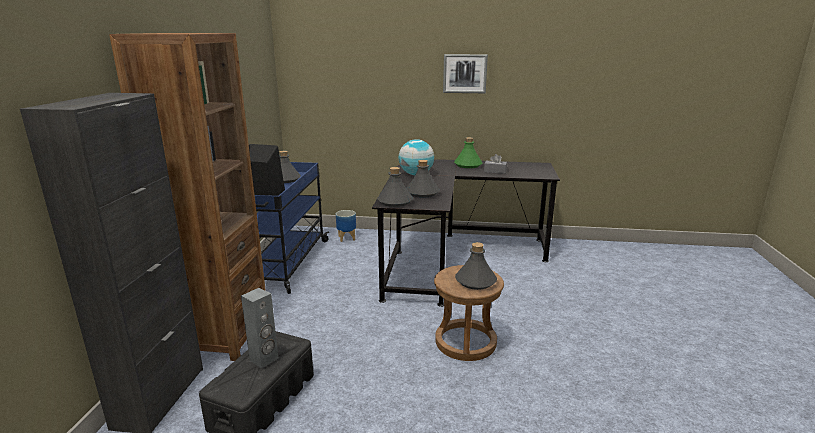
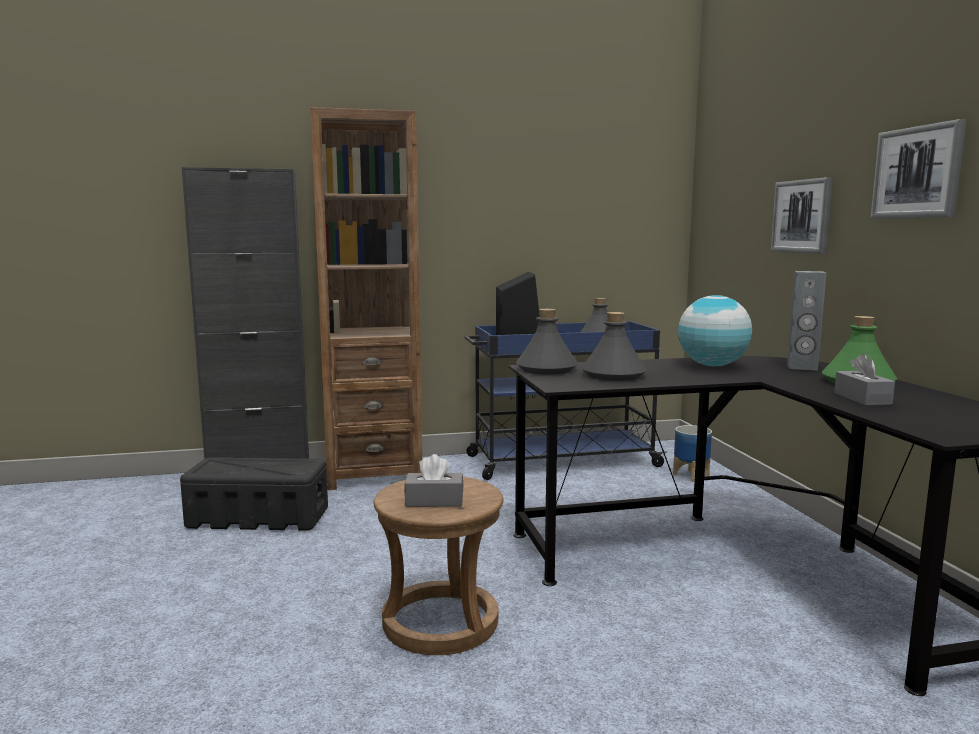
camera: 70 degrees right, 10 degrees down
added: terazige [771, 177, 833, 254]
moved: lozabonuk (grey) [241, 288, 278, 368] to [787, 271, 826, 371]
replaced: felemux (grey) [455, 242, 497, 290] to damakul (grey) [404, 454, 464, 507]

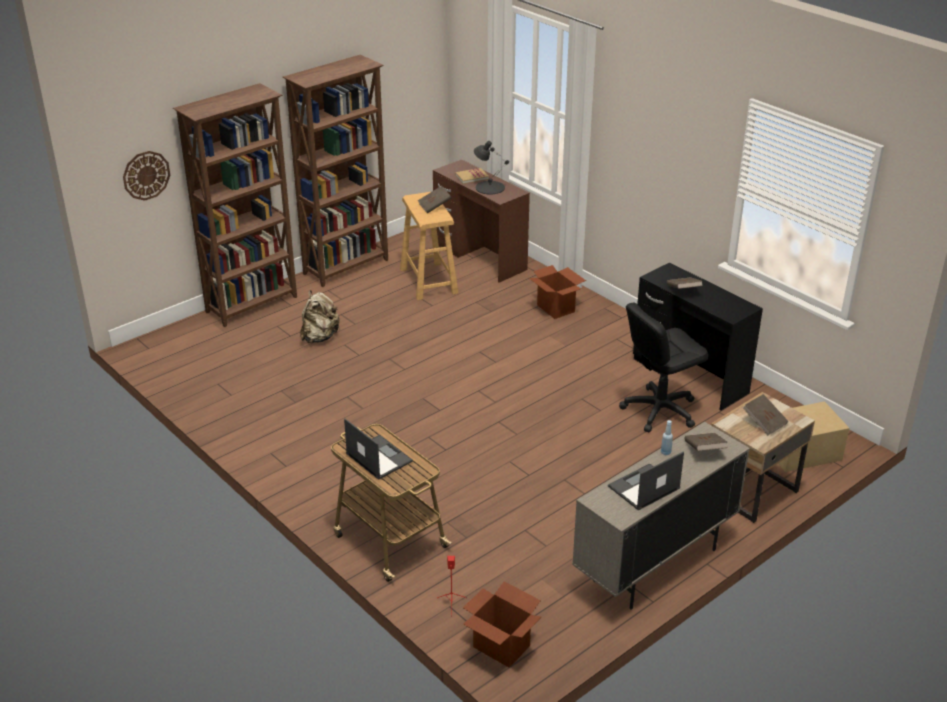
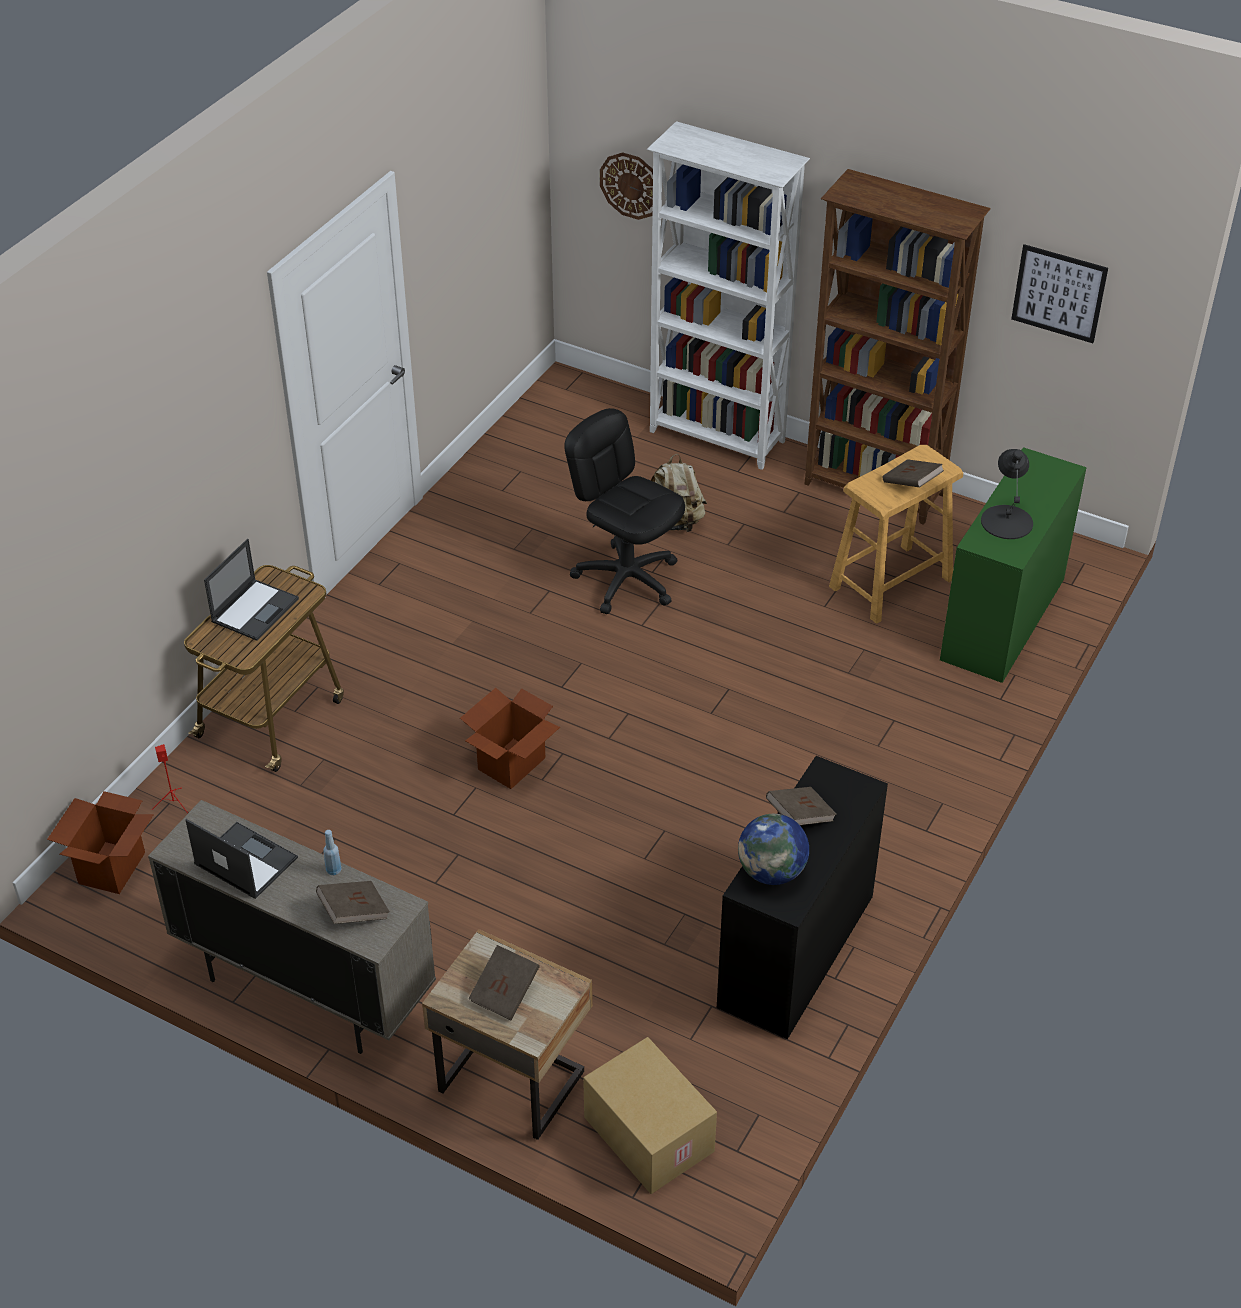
camera: 70 degrees right, 10 degrees up
removed: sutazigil [455, 168, 489, 184]
added: terazige [1011, 244, 1108, 343]; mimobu [738, 814, 809, 885]
moved: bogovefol [529, 265, 586, 319] to [460, 688, 560, 789]; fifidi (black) [619, 302, 708, 432] to [564, 408, 685, 614]
recoloured: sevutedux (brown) [173, 83, 297, 327] to sevutedux (white) [647, 121, 810, 470]; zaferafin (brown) [433, 160, 530, 283] to zaferafin (green) [940, 447, 1087, 683]

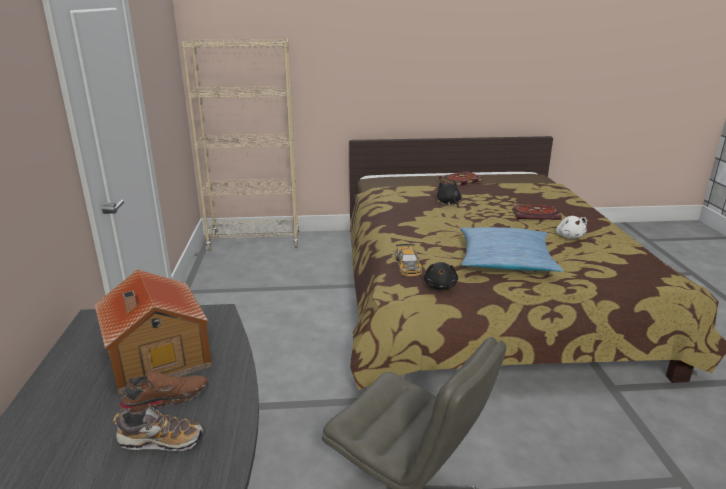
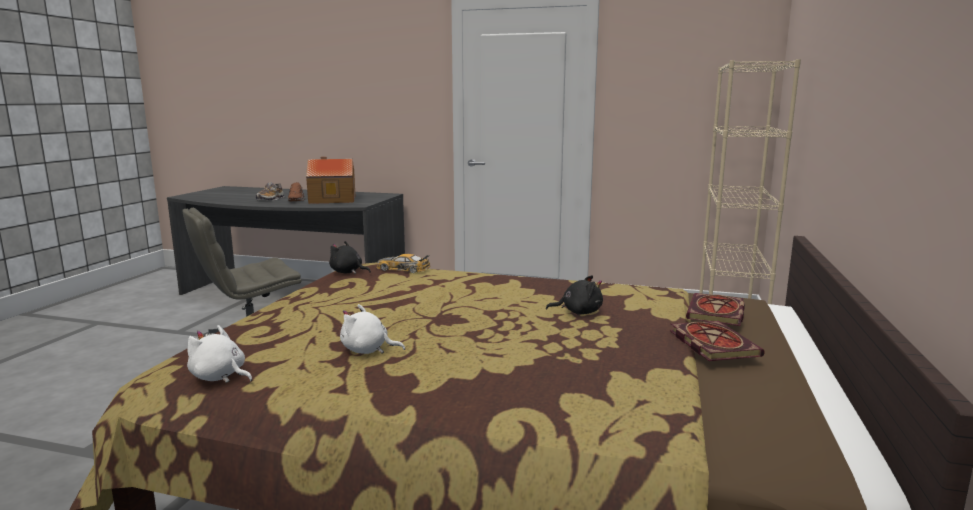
camera: 110 degrees right, 10 degrees down
removed: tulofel [460, 227, 564, 272]
added: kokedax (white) [187, 325, 252, 383]
moved: sutazigil [512, 204, 562, 220] to [686, 293, 745, 326]

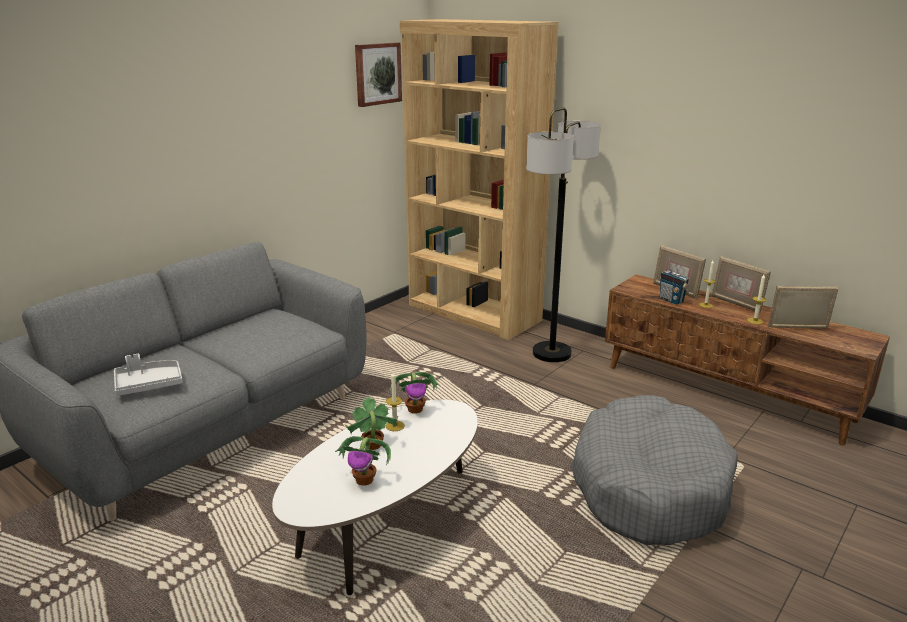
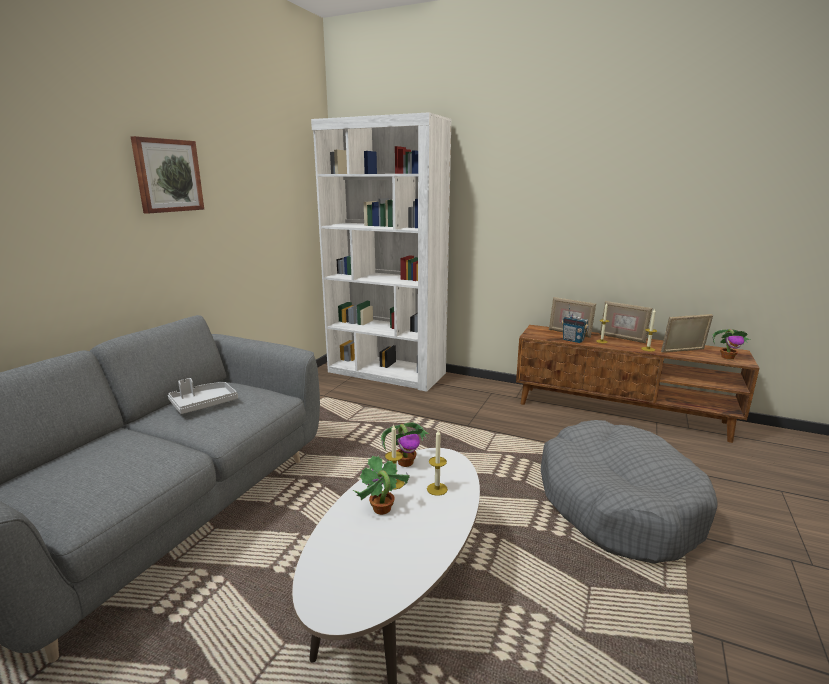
camera: 15 degrees left, 5 degrees down
removed: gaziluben [526, 107, 601, 362]
added: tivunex [427, 430, 448, 496]
moved: terazige [355, 42, 402, 107] to [131, 136, 204, 214]; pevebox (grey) [114, 354, 182, 396] to [168, 378, 238, 414]; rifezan [335, 436, 391, 486] to [712, 329, 751, 360]
recoloured: sevutedux (brown) [400, 19, 559, 340] to sevutedux (white) [311, 112, 452, 392]

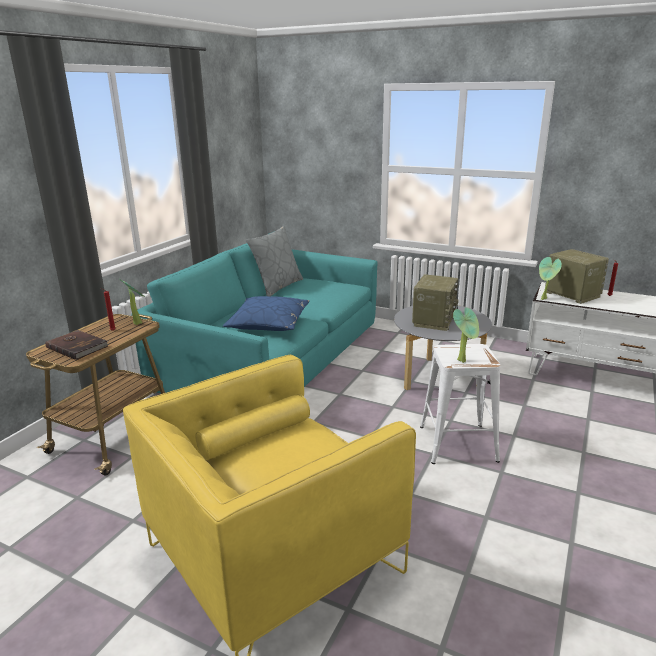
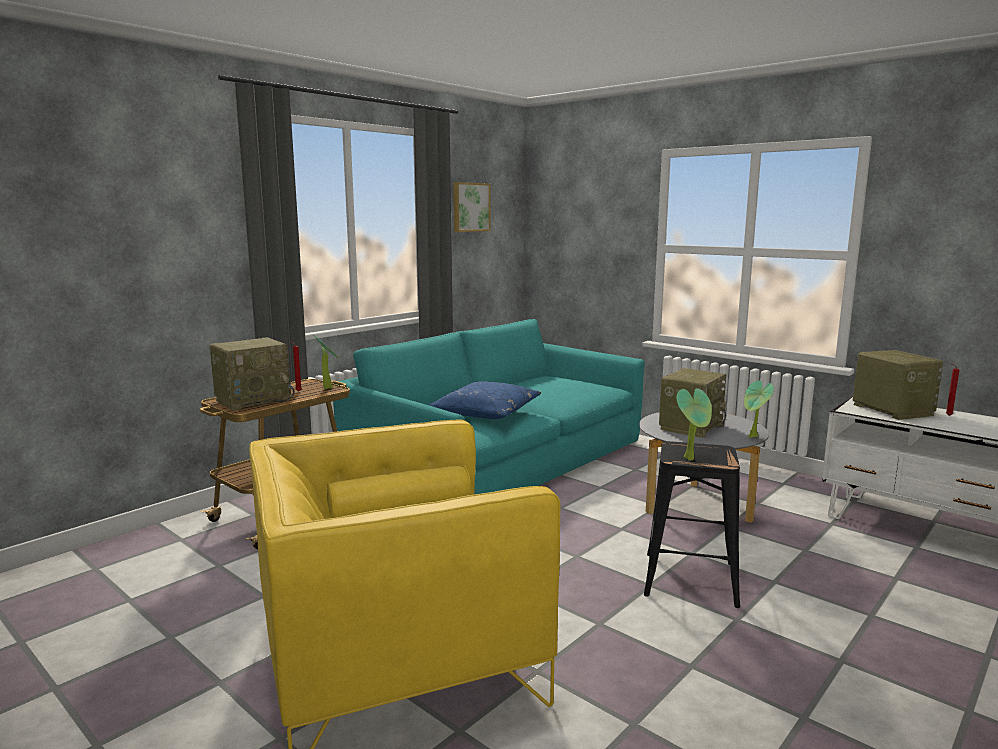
camera: 15 degrees right, 10 degrees down
removed: tulofel (grey) [246, 226, 303, 296]
added: terazige [453, 182, 491, 232]
moved: rifezan [539, 257, 562, 300] to [744, 381, 774, 438]
replaced: sutazigil (brown) [45, 330, 108, 360] to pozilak [209, 337, 295, 411]
recoloured: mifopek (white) [420, 344, 501, 464] to mifopek (black) [644, 441, 740, 608]

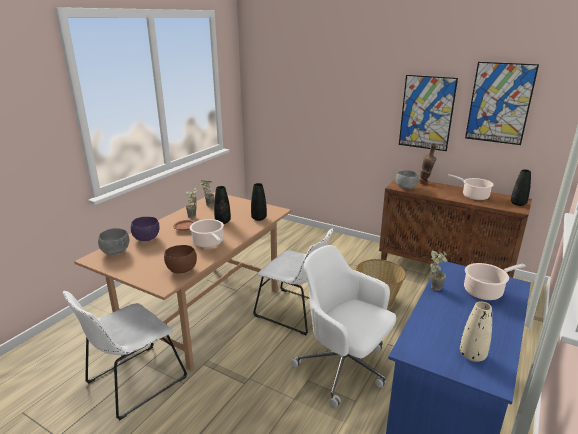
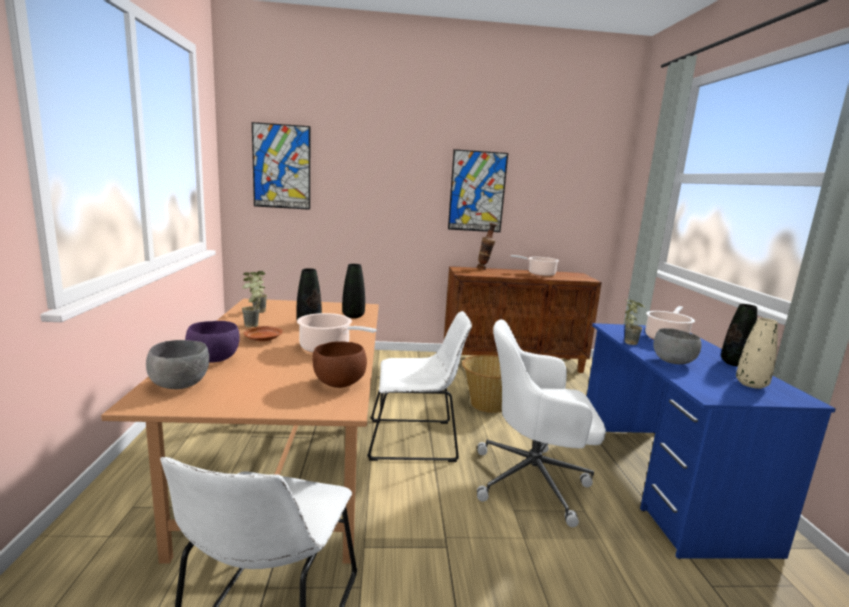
camera: 35 degrees left, 10 degrees down
moved: terazige [465, 62, 539, 145] to [252, 122, 310, 210]; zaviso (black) [511, 169, 531, 206] to [721, 304, 757, 367]; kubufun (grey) [396, 170, 419, 189] to [653, 328, 701, 364]

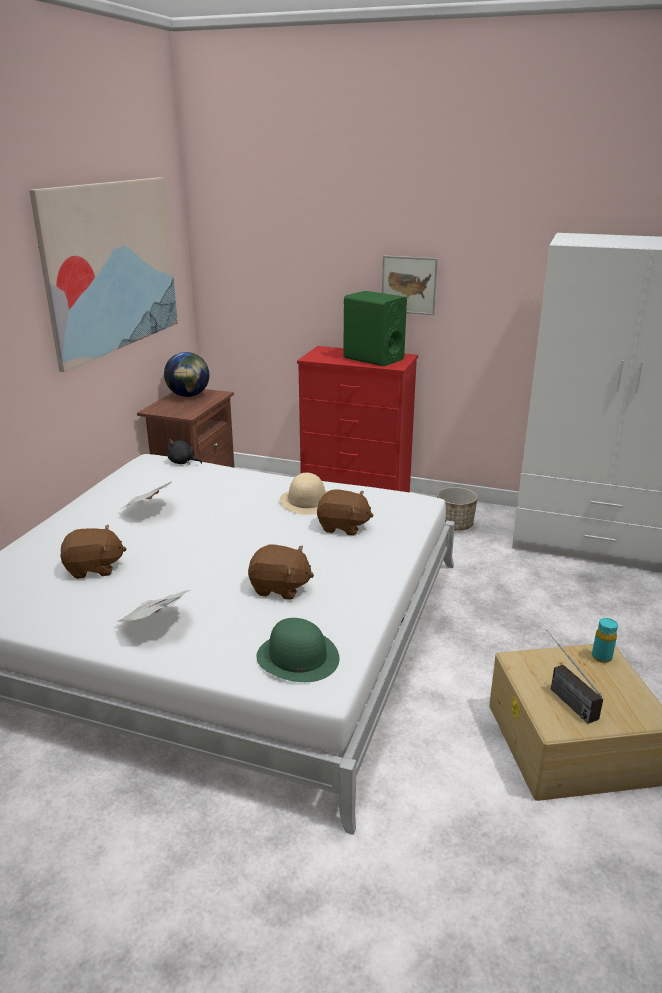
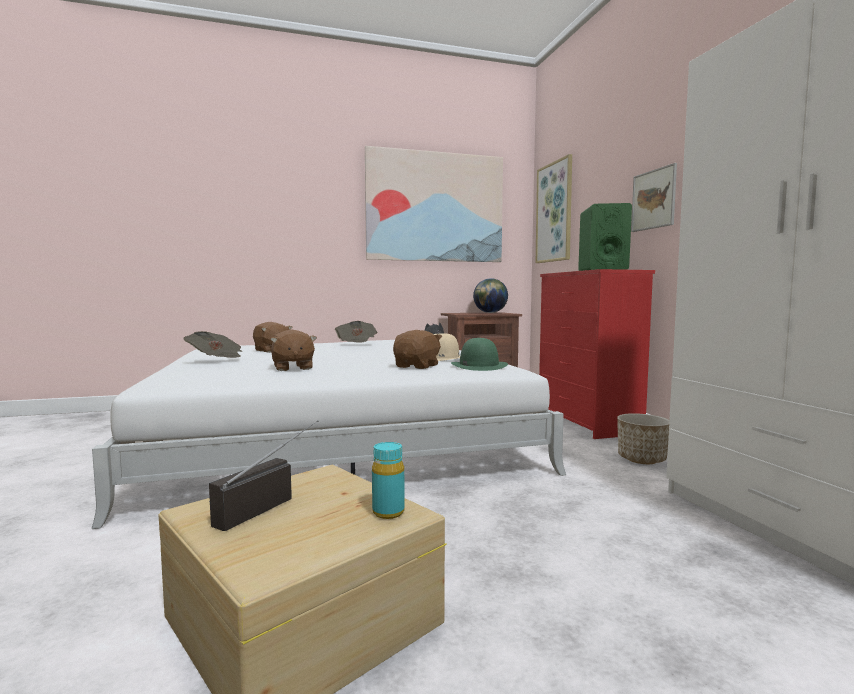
camera: 55 degrees right, 20 degrees down
added: terazige [536, 154, 572, 263]
moved: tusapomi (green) [256, 618, 339, 682] to [451, 338, 508, 371]
turned: kokedax (brown) [317, 489, 374, 536] = [393, 330, 442, 369] 135 degrees counterclockwise

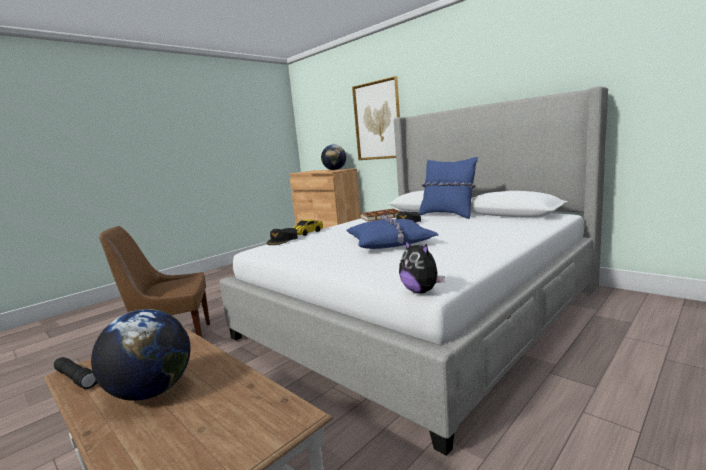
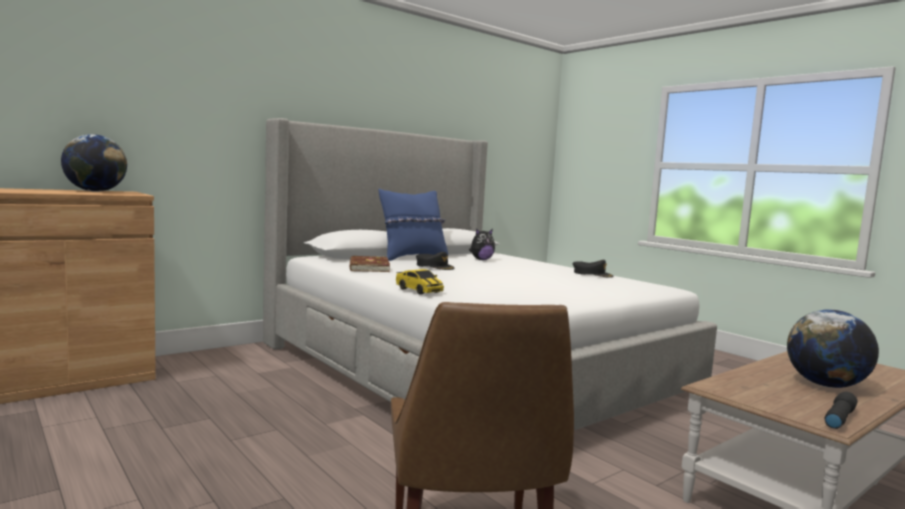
camera: 85 degrees left, 5 degrees down
removed: terazige [352, 76, 400, 160]; tulofel (blue) [346, 215, 439, 249]
moved: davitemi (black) [266, 228, 298, 245] to [572, 260, 614, 278]; kokedax [399, 240, 445, 294] to [469, 229, 495, 260]

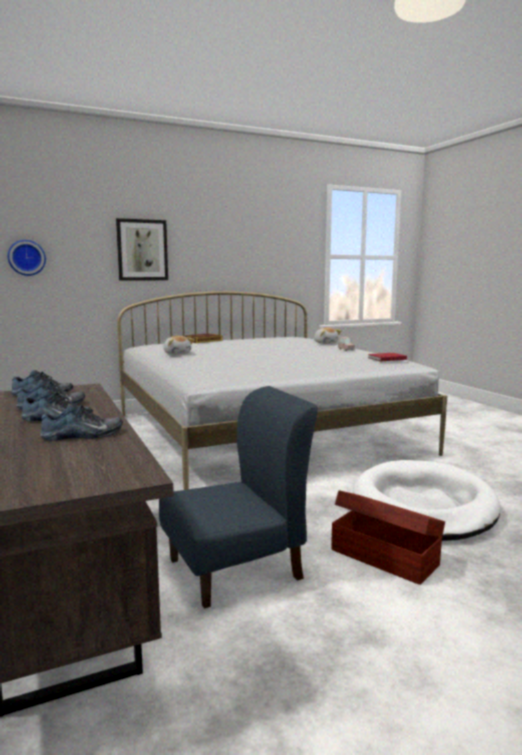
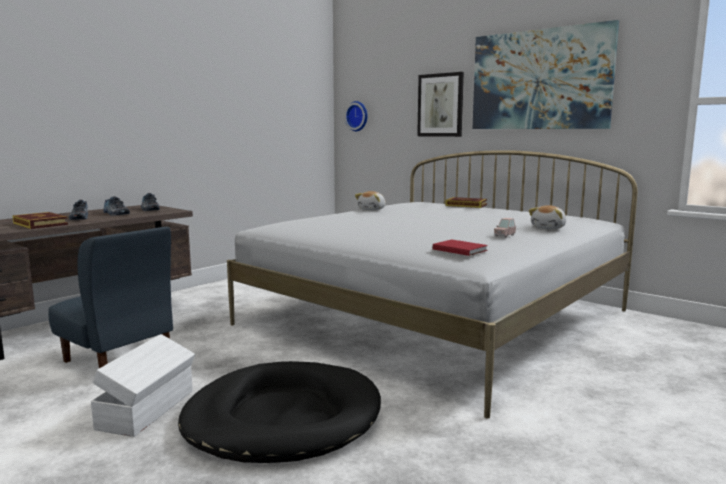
camera: 65 degrees right, 0 degrees up
added: terazige [472, 20, 619, 129]
replaced: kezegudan [40, 404, 123, 441] to sutazigil [12, 212, 68, 229]
recoloured: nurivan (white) [353, 460, 501, 541] to nurivan (black) [178, 361, 381, 463]; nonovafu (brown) [331, 491, 445, 585] to nonovafu (white) [91, 334, 195, 437]

